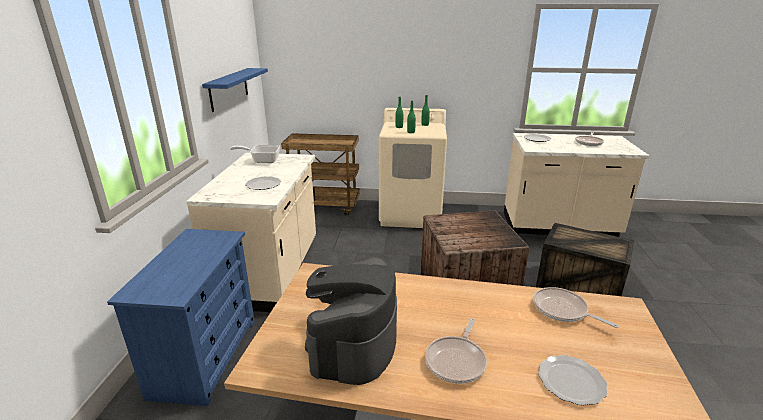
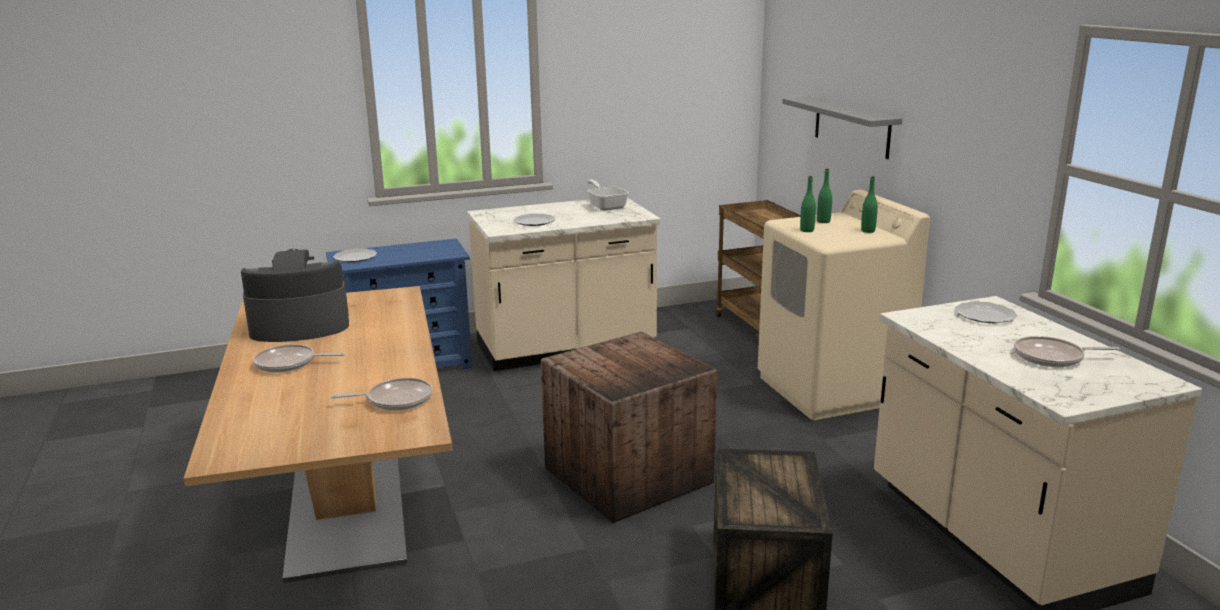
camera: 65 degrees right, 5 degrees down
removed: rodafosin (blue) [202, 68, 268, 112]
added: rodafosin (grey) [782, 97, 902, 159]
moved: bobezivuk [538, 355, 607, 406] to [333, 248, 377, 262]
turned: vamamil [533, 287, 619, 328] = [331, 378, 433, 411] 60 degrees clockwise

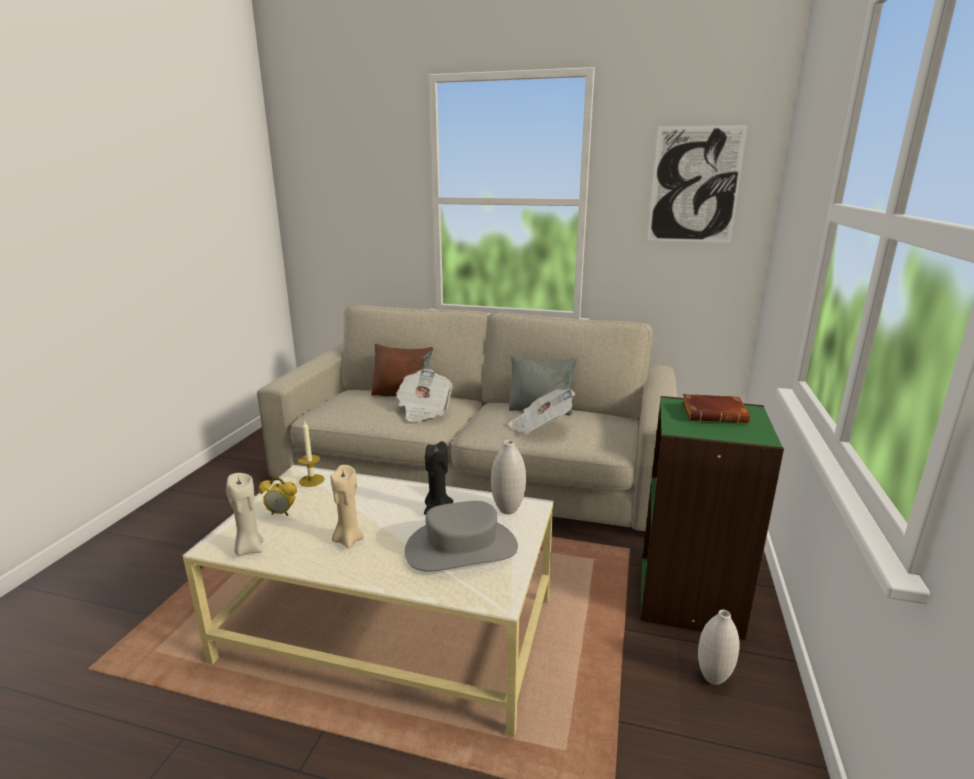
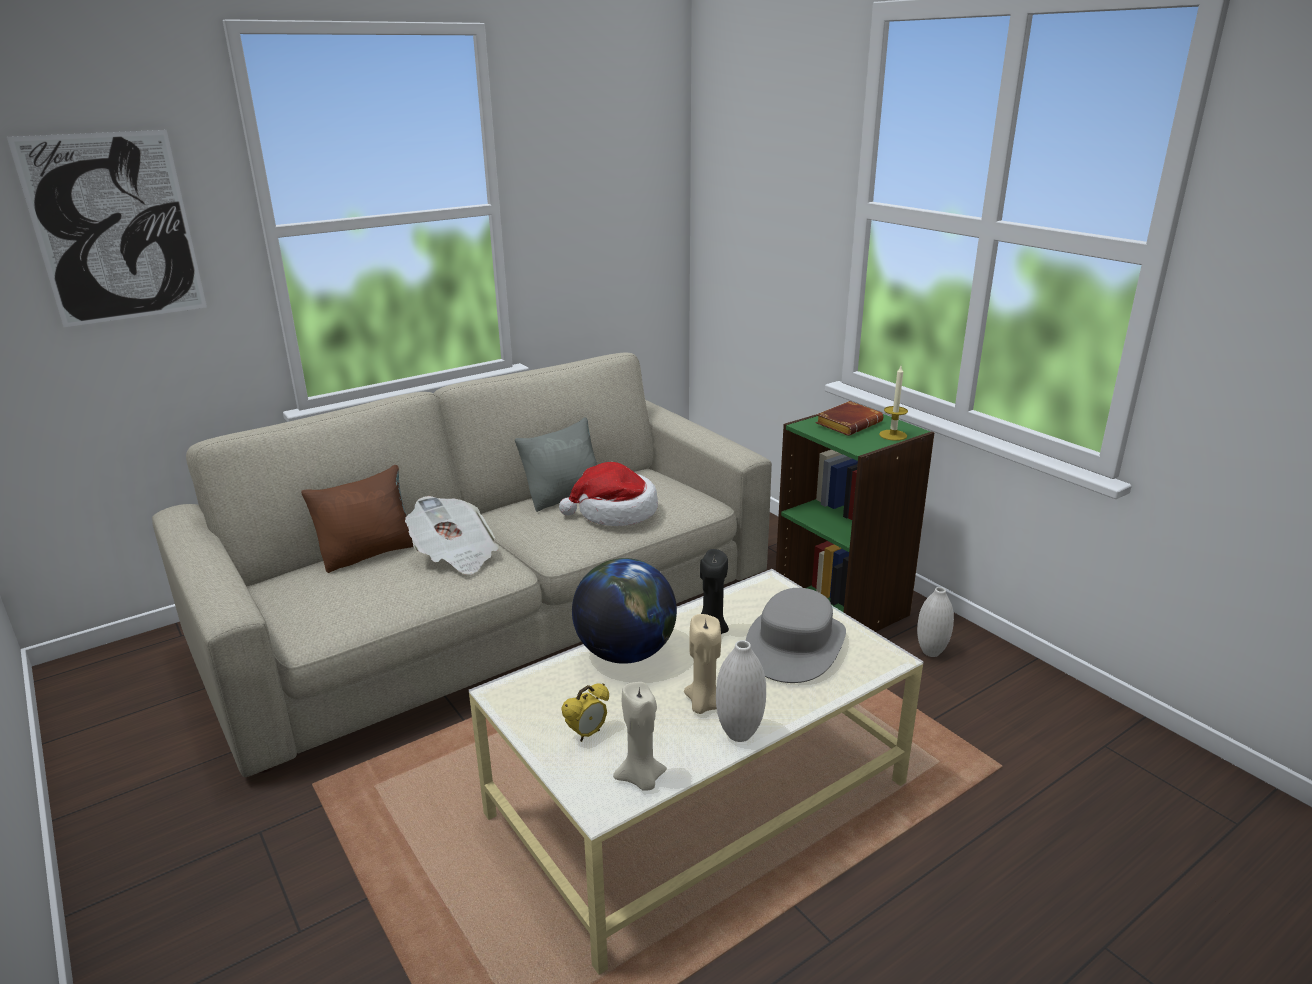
camera: 50 degrees left, 5 degrees up
added: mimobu [572, 558, 677, 664]
moved: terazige [647, 125, 747, 243] to [7, 130, 207, 327]; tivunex [299, 421, 325, 487] to [879, 366, 908, 441]; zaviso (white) [491, 440, 526, 514] to [716, 640, 766, 742]
replaced: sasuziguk [508, 389, 575, 435] to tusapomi [559, 462, 658, 526]

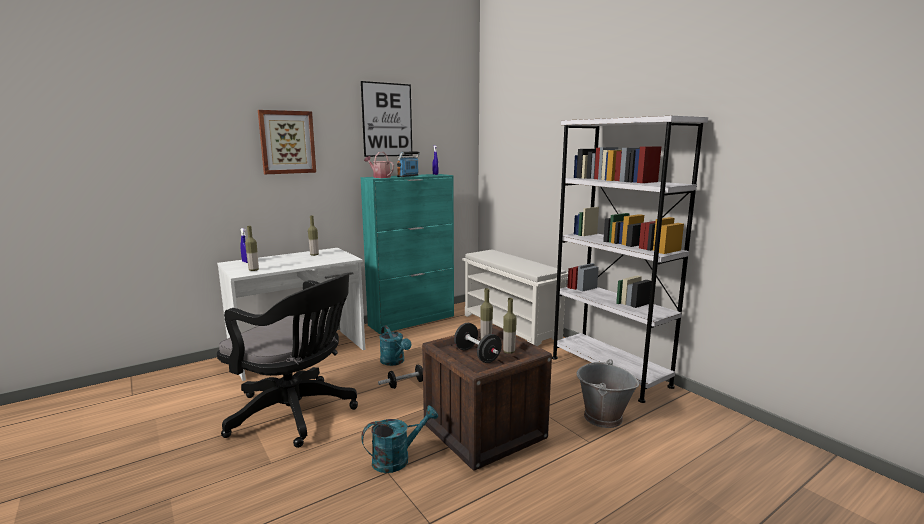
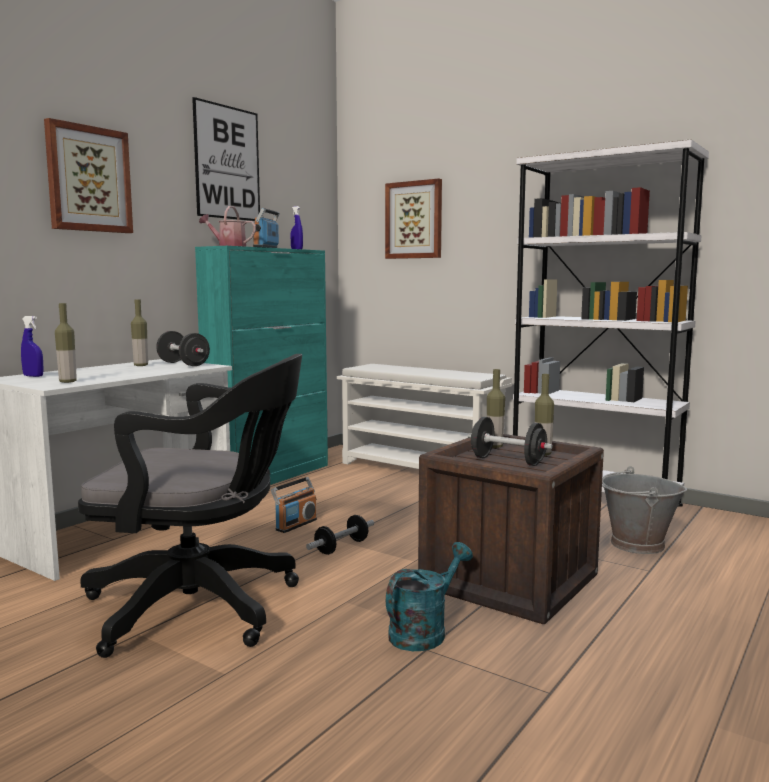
camera: 20 degrees left, 5 degrees down
added: terazige [385, 178, 442, 259]; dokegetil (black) [156, 331, 210, 366]
replaced: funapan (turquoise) [379, 325, 411, 366] to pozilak [271, 477, 317, 533]

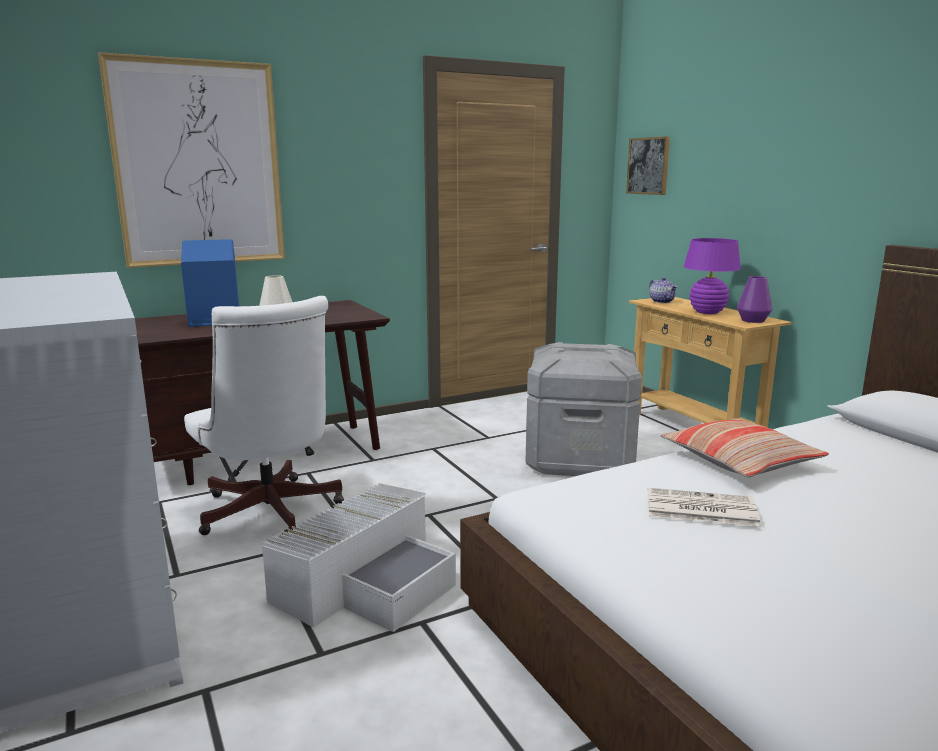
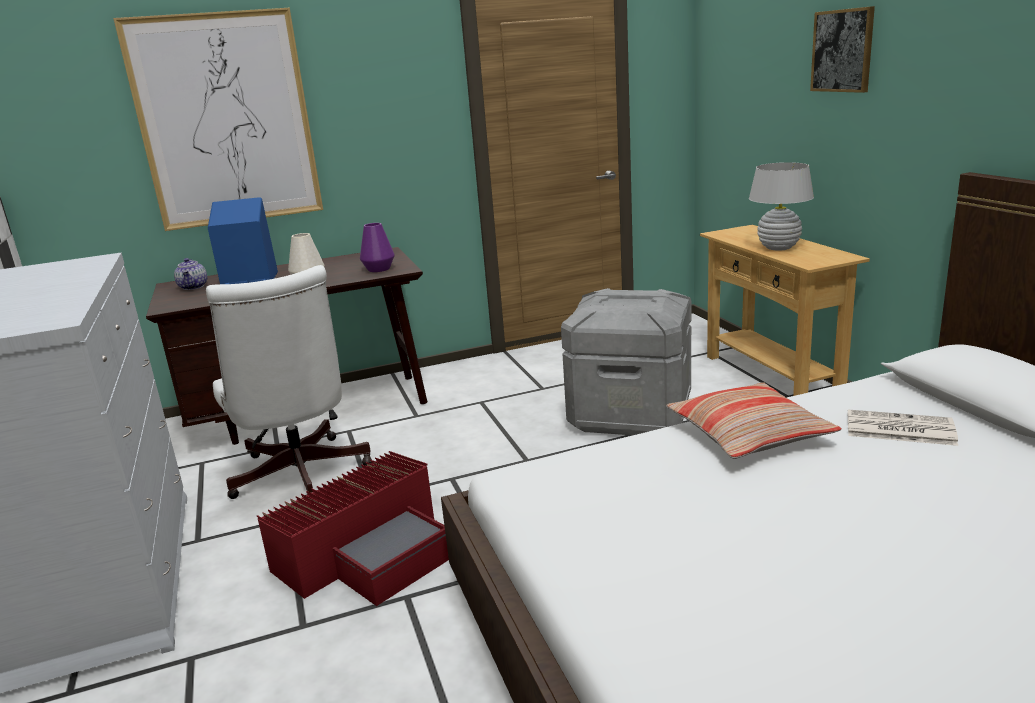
camera: 10 degrees right, 5 degrees up
moved: terazige [626, 136, 670, 195] to [810, 6, 875, 93]; zaviso (purple) [737, 276, 772, 323] to [360, 223, 395, 272]; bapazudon [649, 277, 678, 303] to [174, 258, 207, 290]; sasuziguk [648, 488, 761, 527] to [848, 410, 958, 446]
recoloured: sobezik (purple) [684, 238, 741, 314] to sobezik (white) [749, 162, 814, 251]; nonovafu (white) [261, 483, 456, 632] to nonovafu (red) [257, 451, 449, 606]

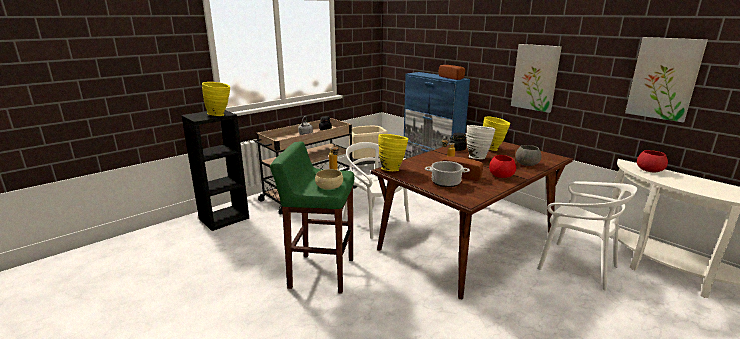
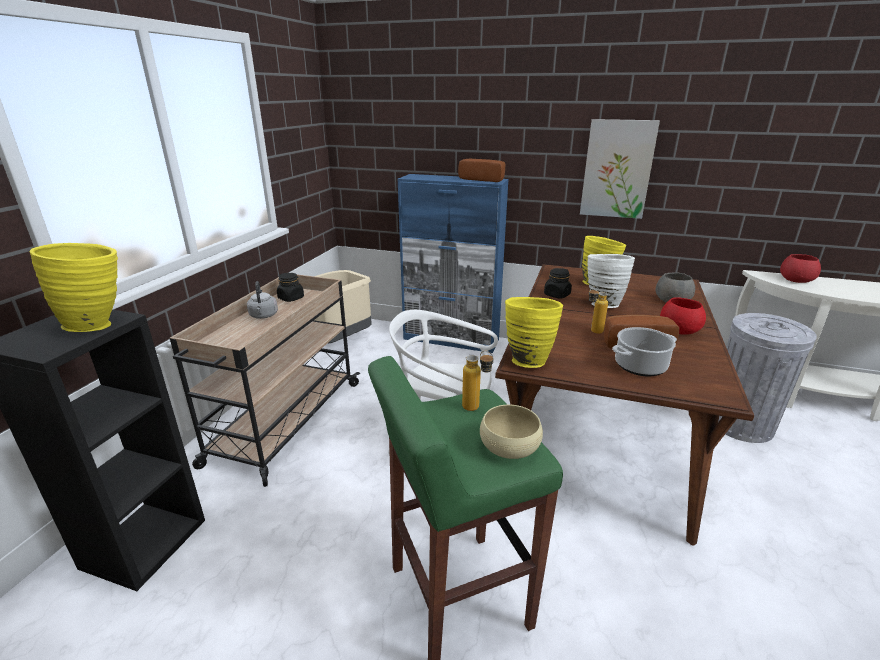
camera: 30 degrees left, 5 degrees up
removed: terazige [625, 37, 708, 122]
replaced: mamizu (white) [537, 181, 637, 291] to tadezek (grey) [718, 313, 817, 443]

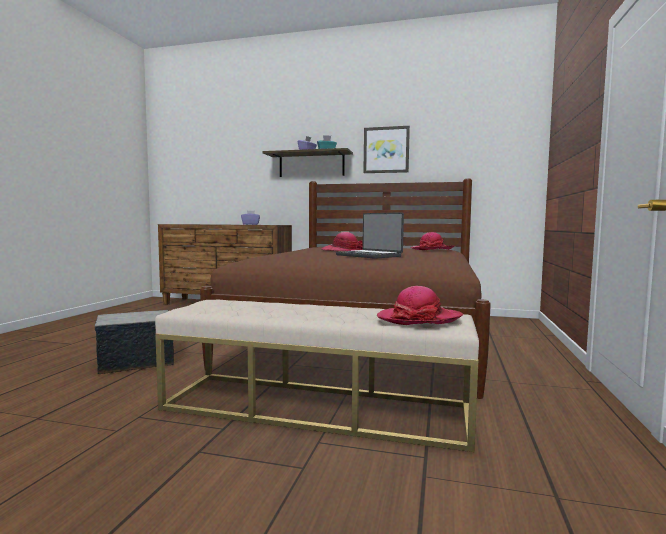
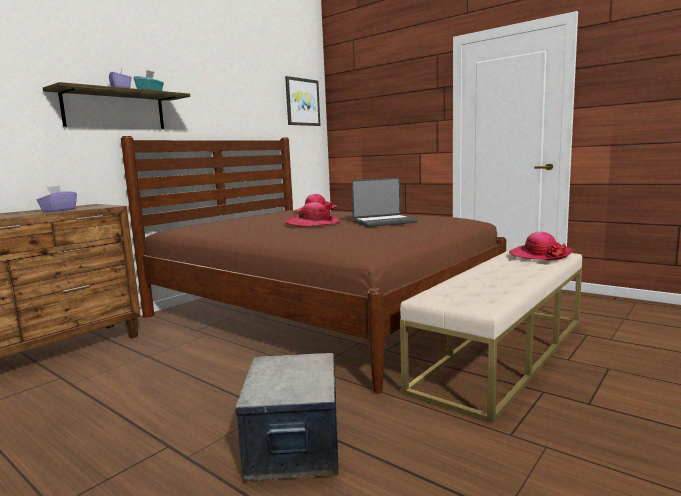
camera: 65 degrees left, 5 degrees up
moved: terazige [363, 126, 410, 173] to [285, 76, 320, 126]

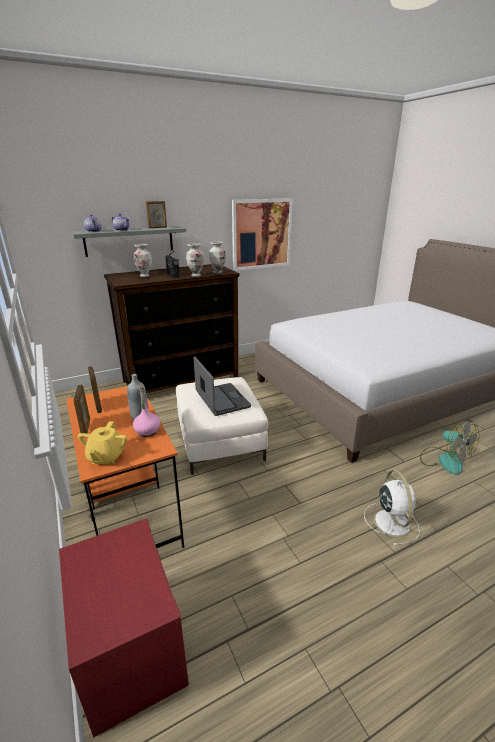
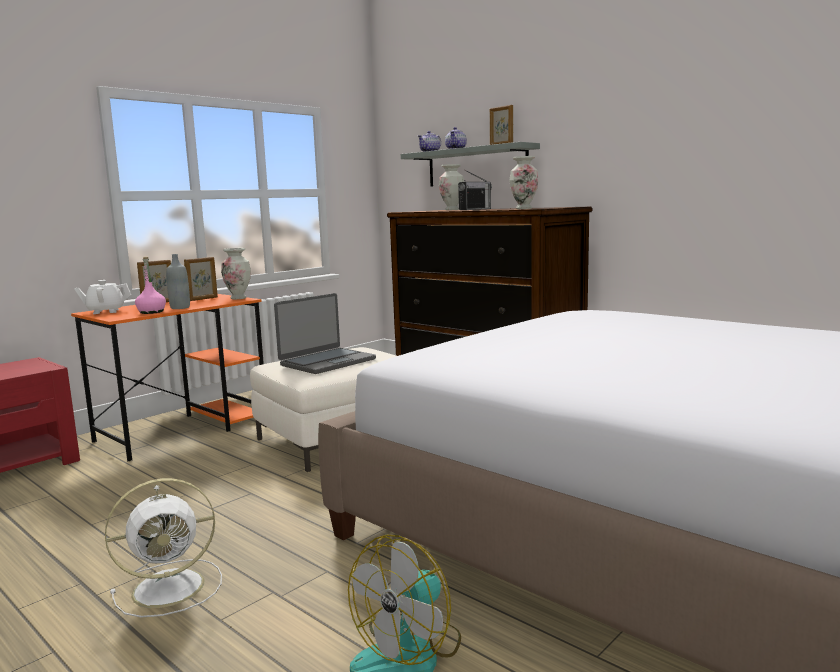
camera: 70 degrees right, 15 degrees down
removed: terazige [232, 198, 293, 271]
moved: zaviso [186, 243, 204, 277] to [221, 248, 251, 299]
recoloured: bapazudon (yellow) [78, 421, 127, 465] to bapazudon (white) [74, 280, 131, 314]

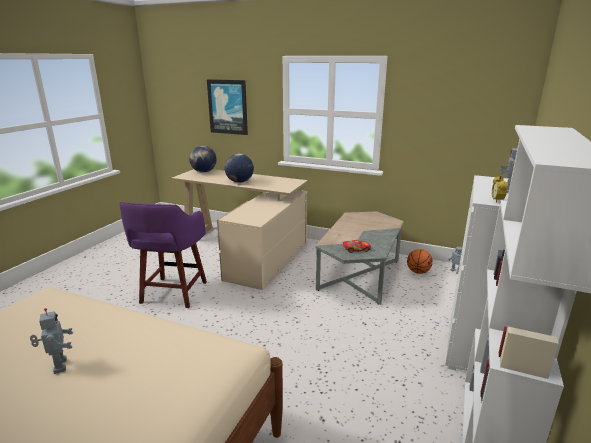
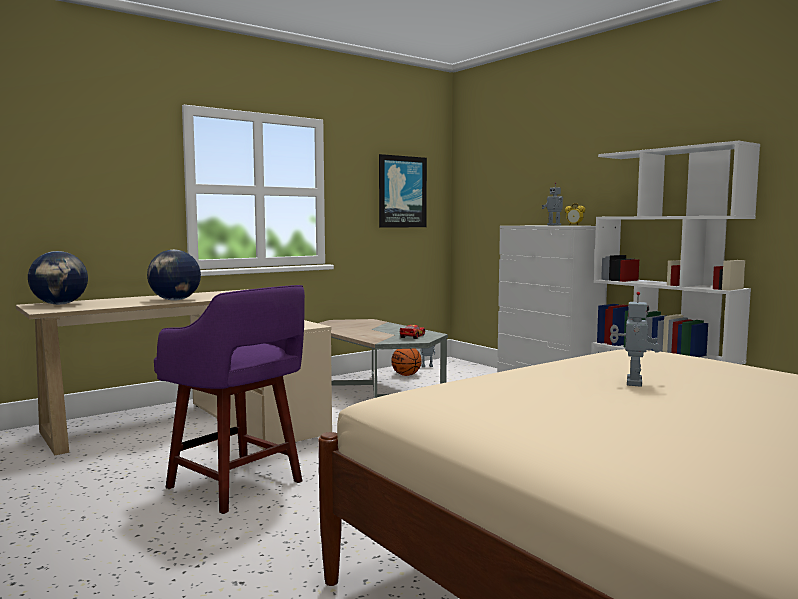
camera: 60 degrees left, 15 degrees down
moved: terazige [207, 79, 248, 135] to [379, 154, 427, 228]
turned: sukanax [30, 308, 73, 374] = [610, 292, 660, 387] 105 degrees clockwise

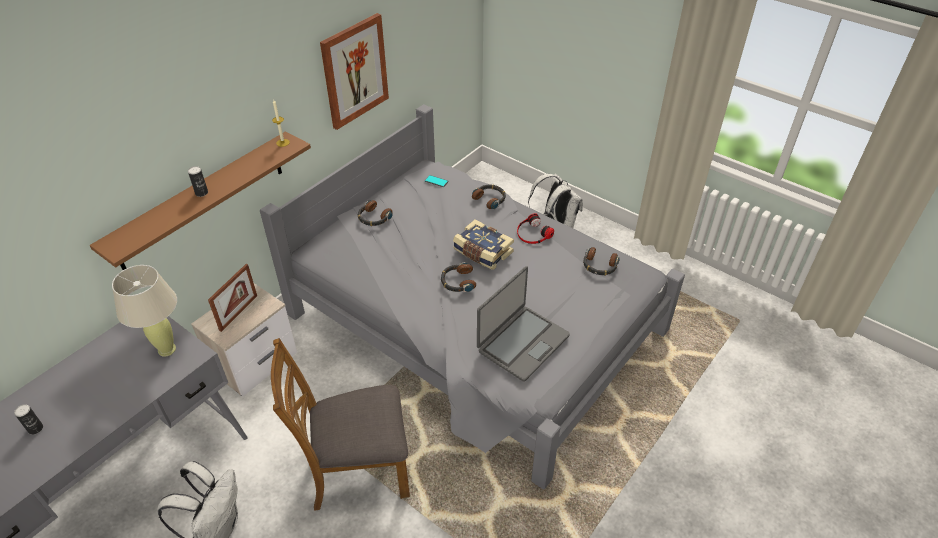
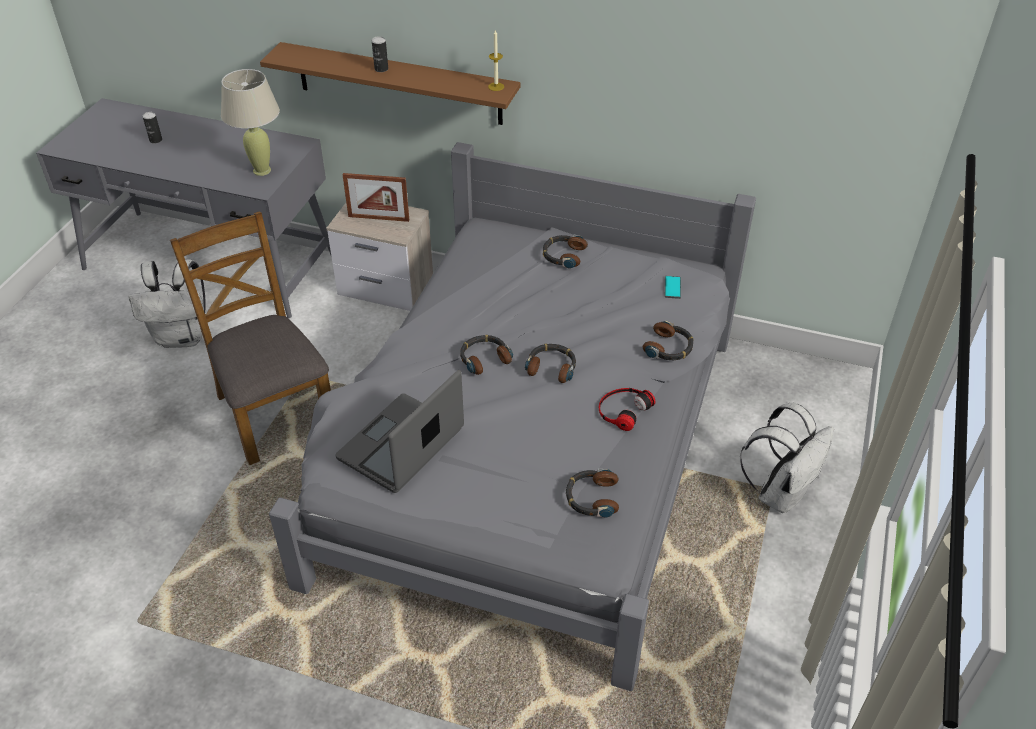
camera: 70 degrees right, 0 degrees up
removed: terazige [320, 13, 389, 130]
replaced: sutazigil [453, 220, 514, 270] to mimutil [525, 344, 576, 383]
turned: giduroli [477, 266, 570, 382] = [336, 370, 464, 493] 105 degrees clockwise

